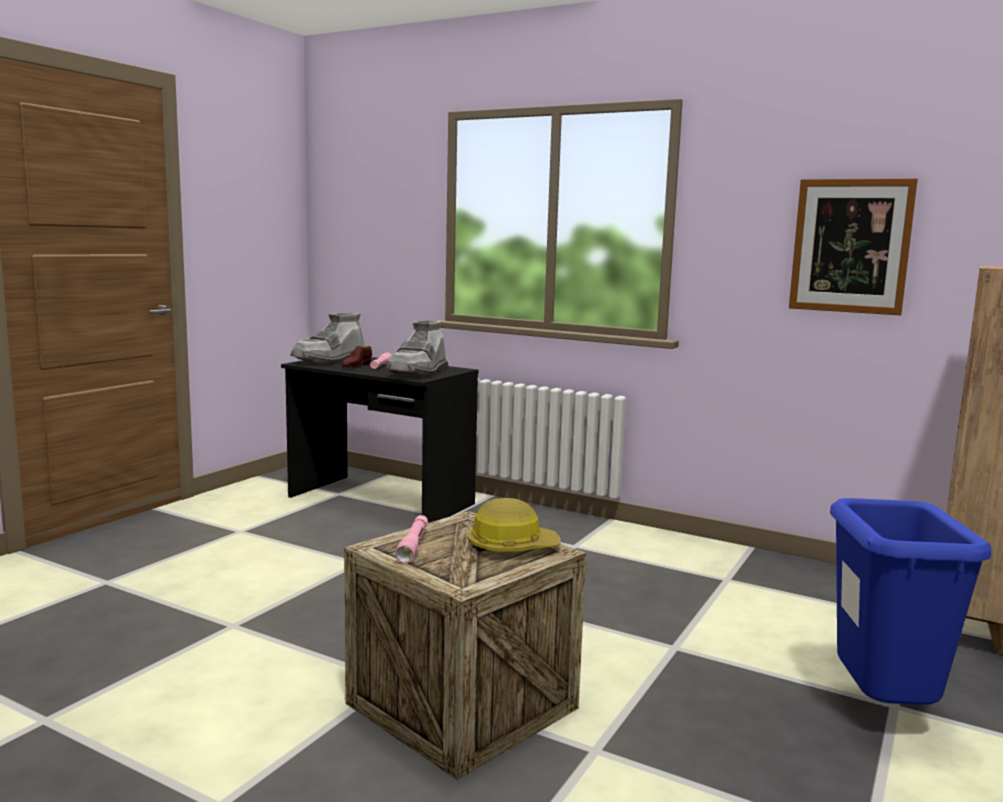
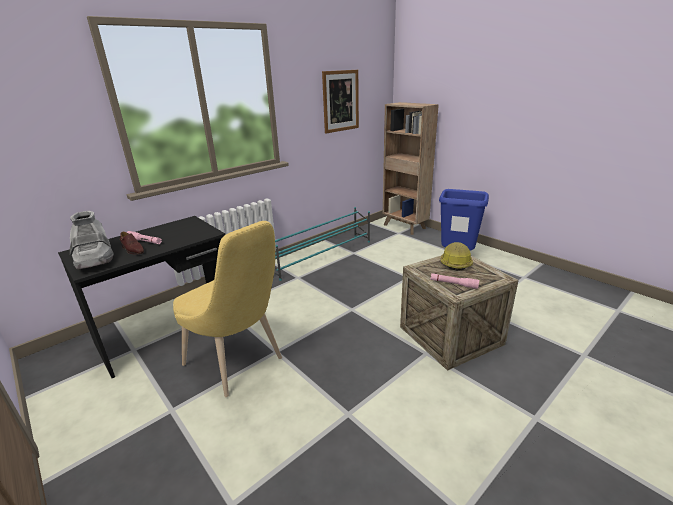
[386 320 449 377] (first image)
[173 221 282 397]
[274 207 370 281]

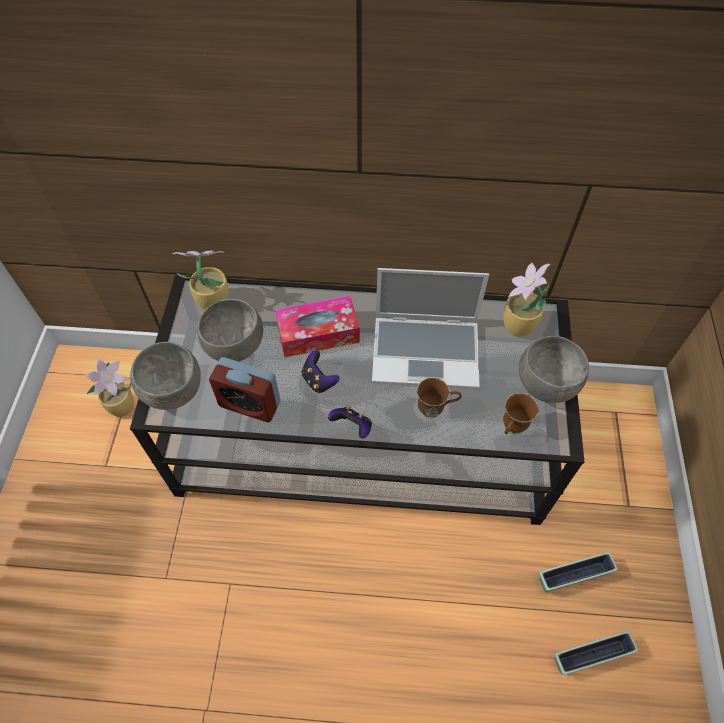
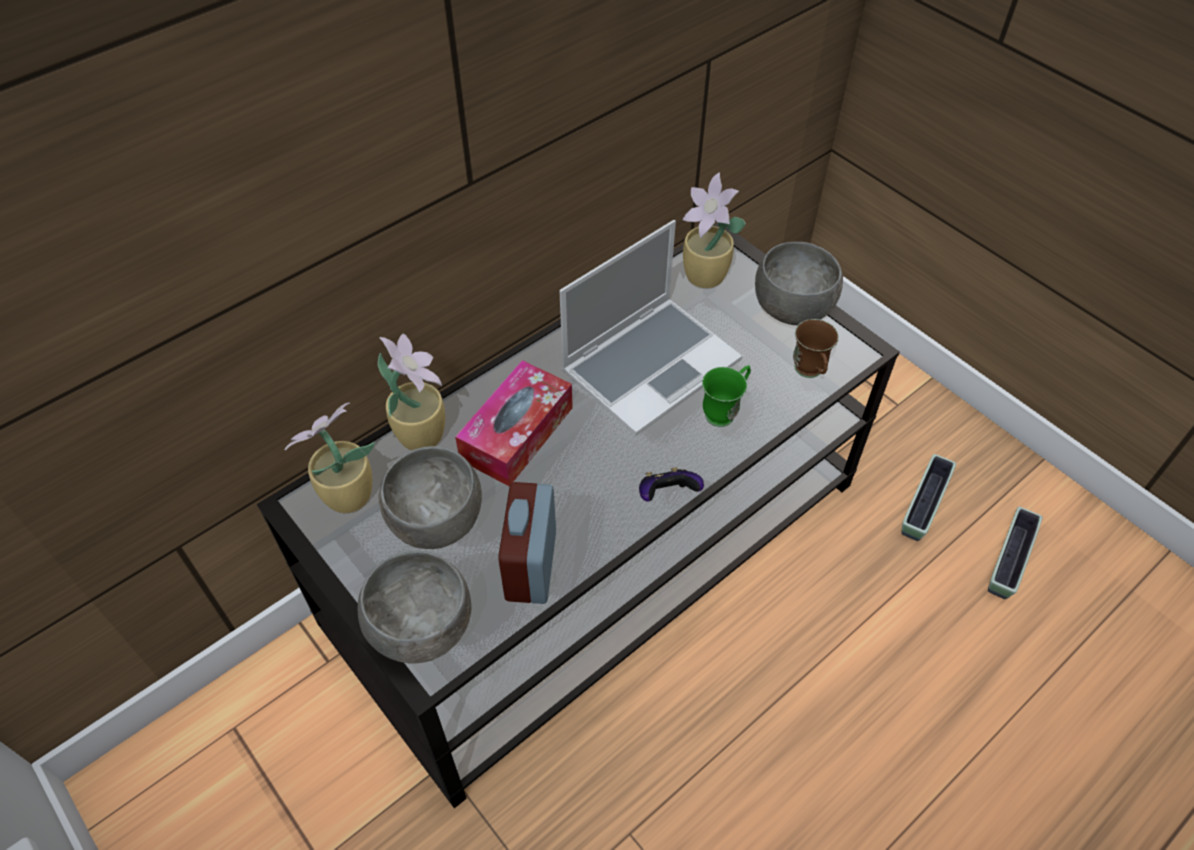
[378 333 445 450]
[498 482 556 604]
[302 351 340 393] (first image)
[702 365 751 427]

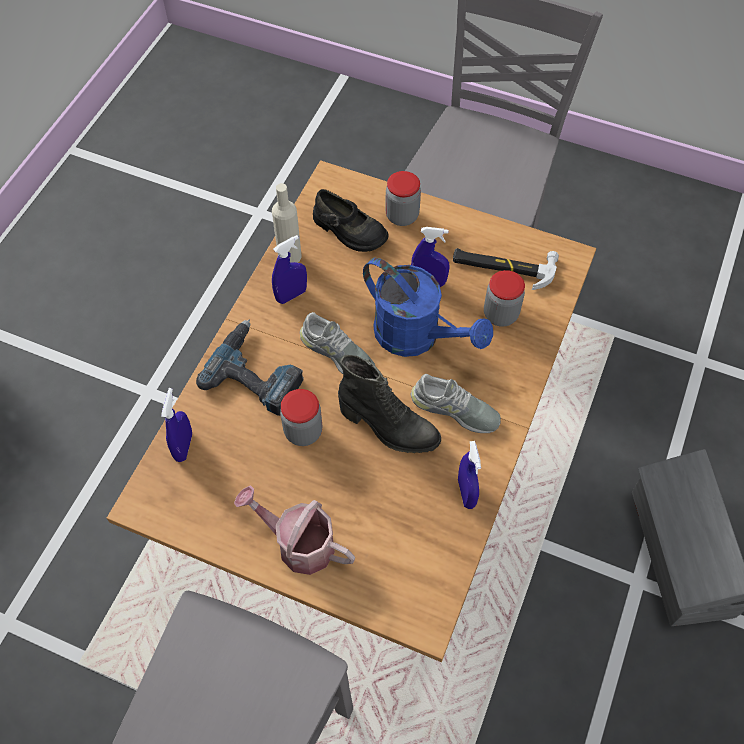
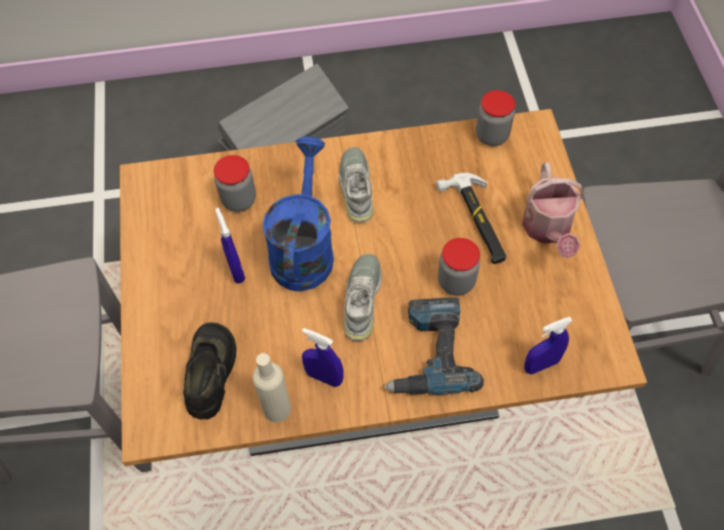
[338 355 441 453] (first image)
[476 90 515 146]
[436 173 507 264]
[458 441 481 509] (first image)

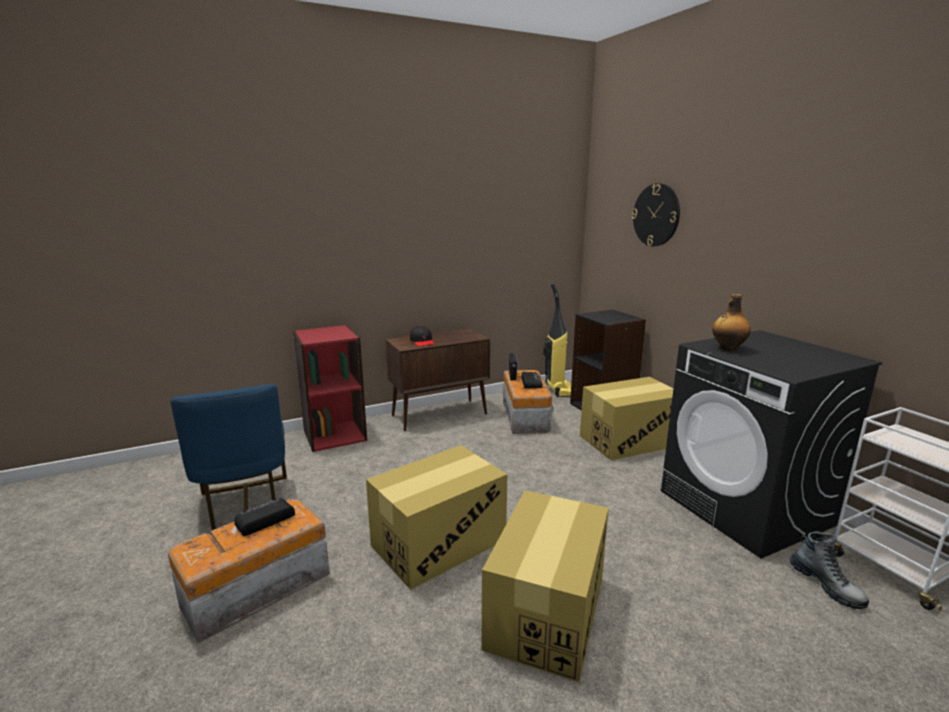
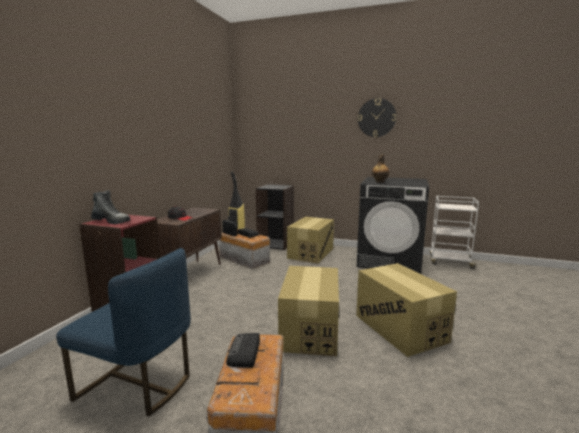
[358 98 396 137]
[91 190 131 224]

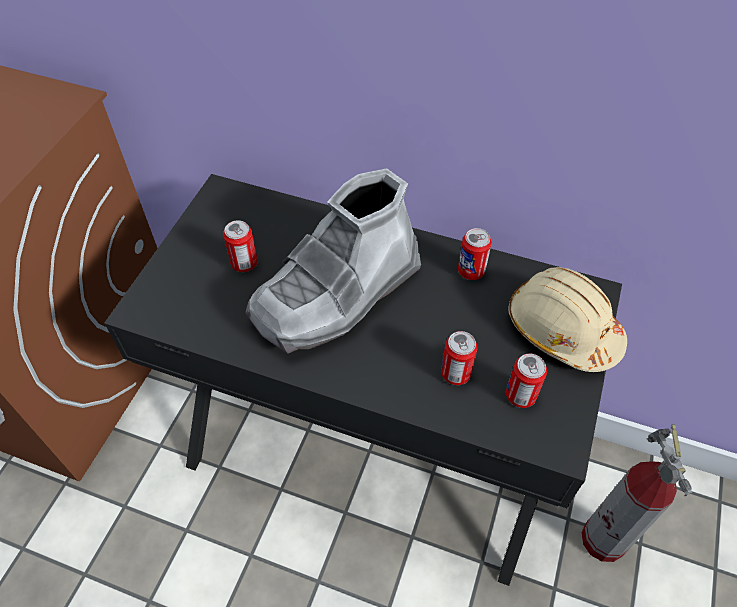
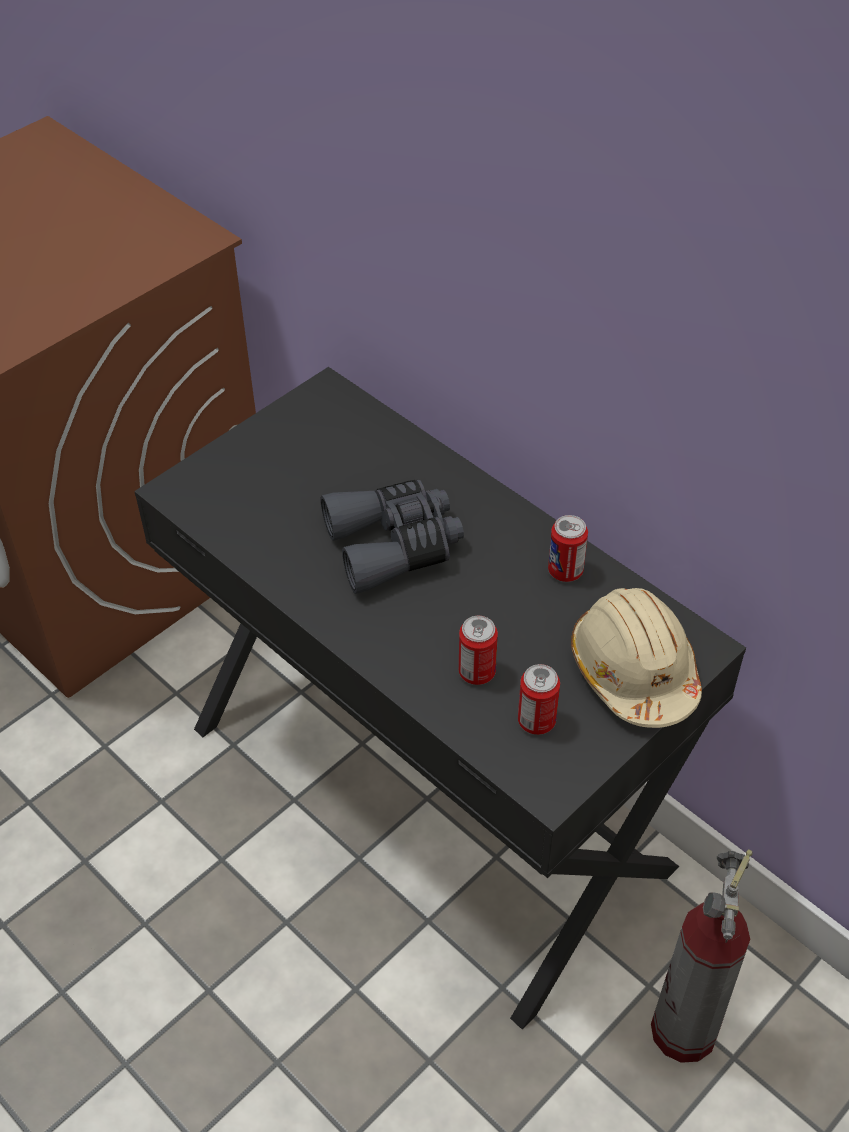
[223 220 258 272] (first image)
[320 479 464 594]

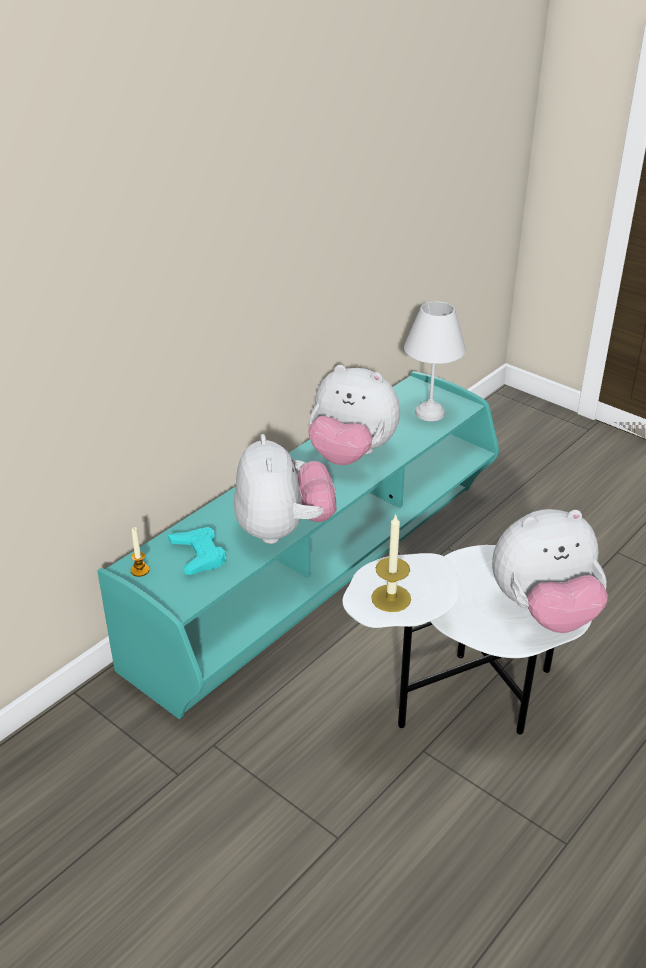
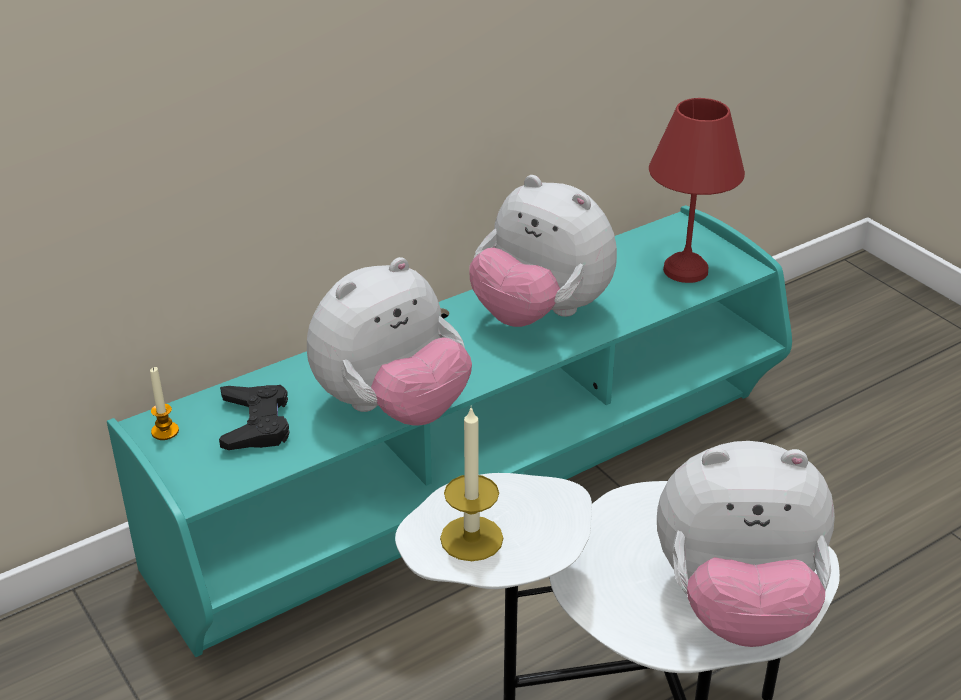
[219 385 290 450]
[307 257 472 426]
[649 98 745 283]

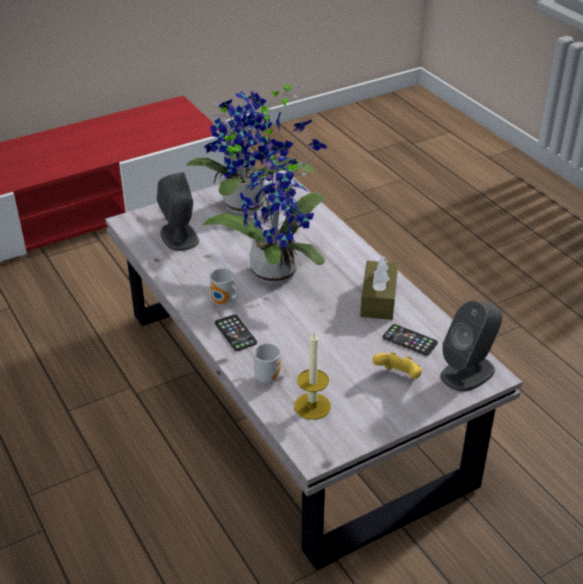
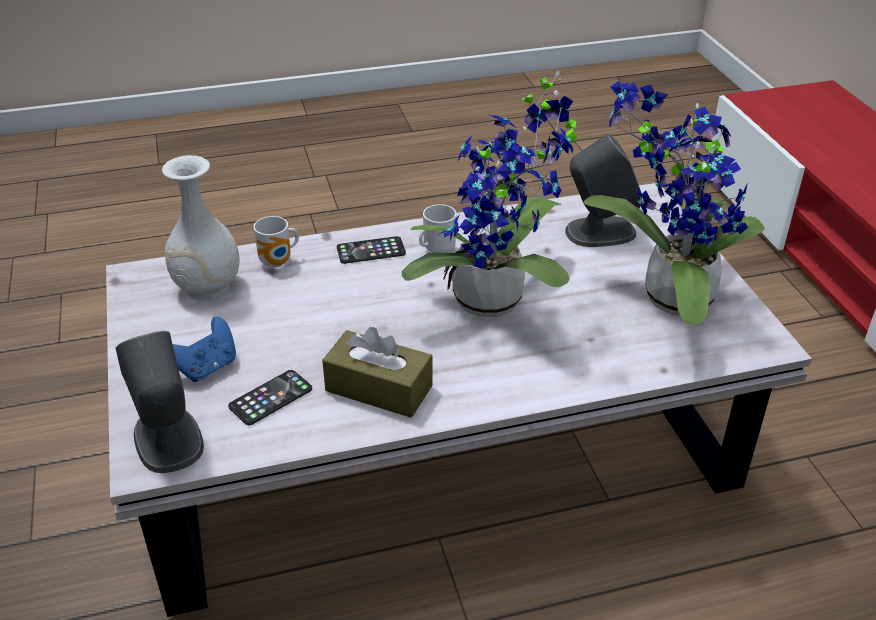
[162 155 240 301]
[172 317 236 382]

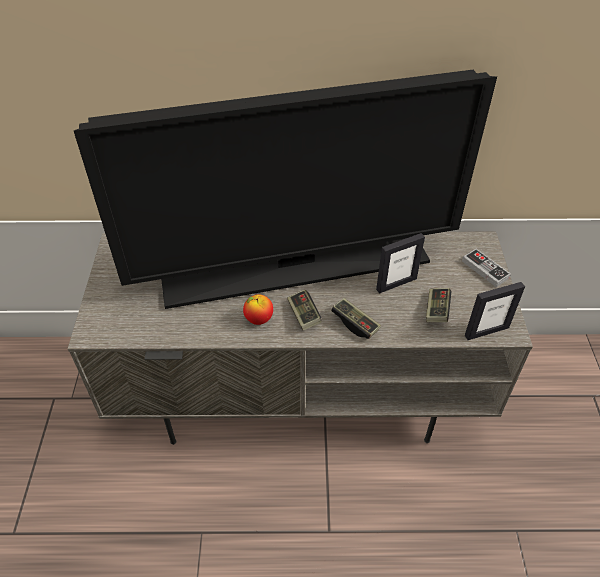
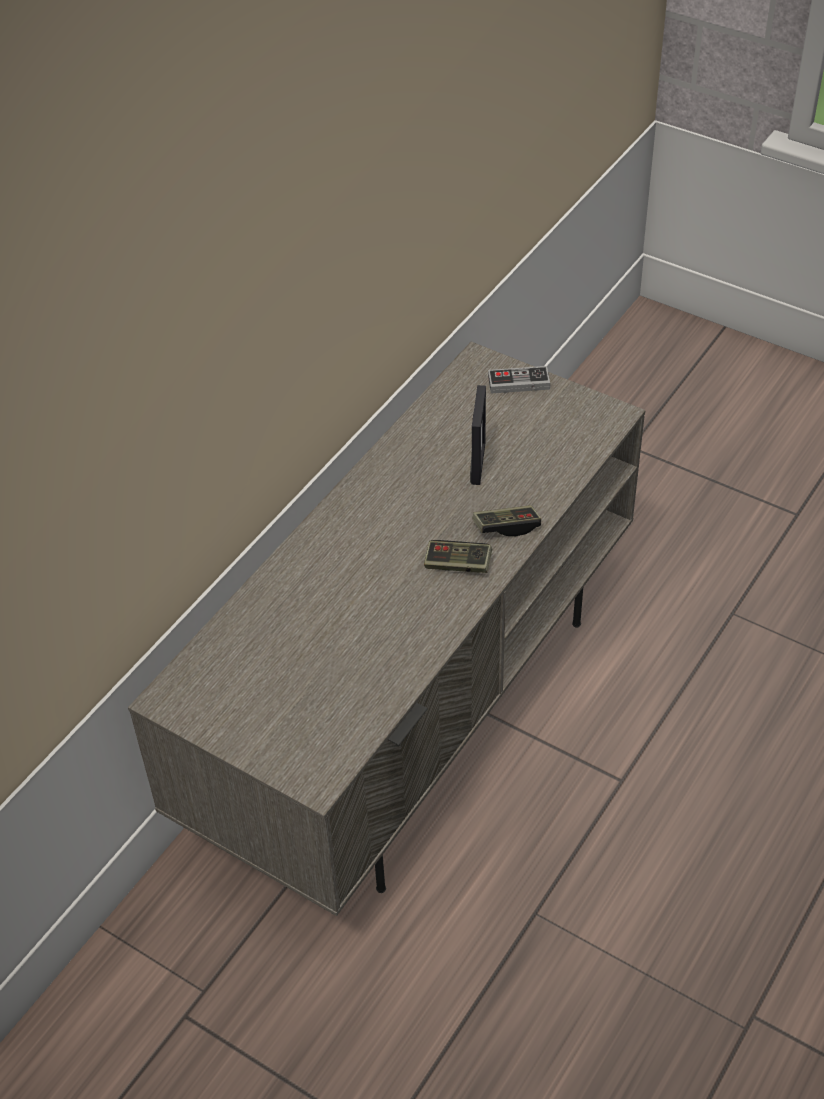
[74 70 497 309] (first image)
[243 294 273 325] (first image)
[426 288 452 322] (first image)
[465 282 525 340] (first image)

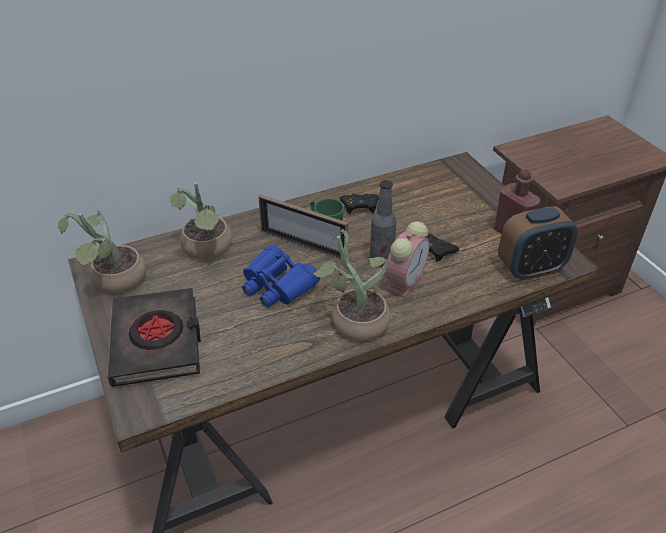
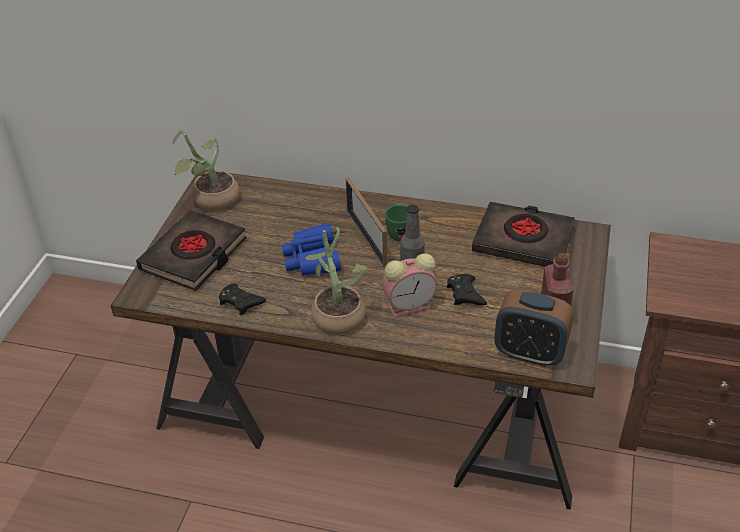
[169 182 232 260] (first image)
[219 284 266 315]
[472 202 575 267]

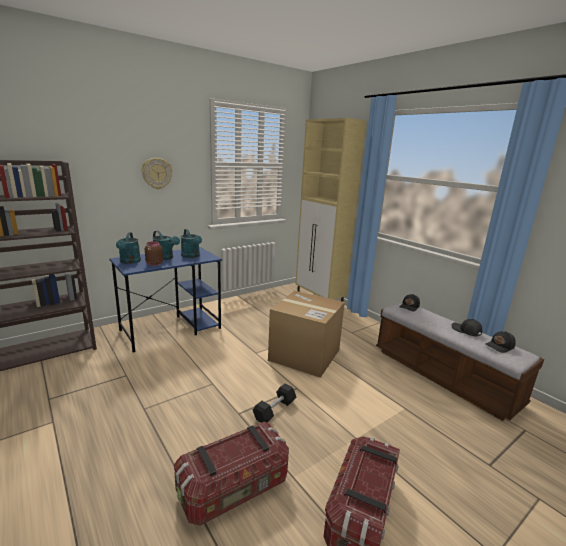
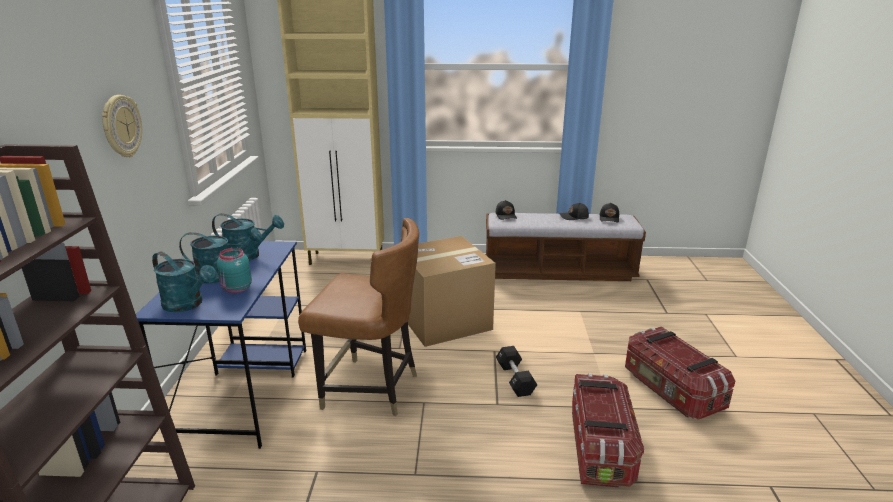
[217 248 252 293]
[298 218 419 416]

